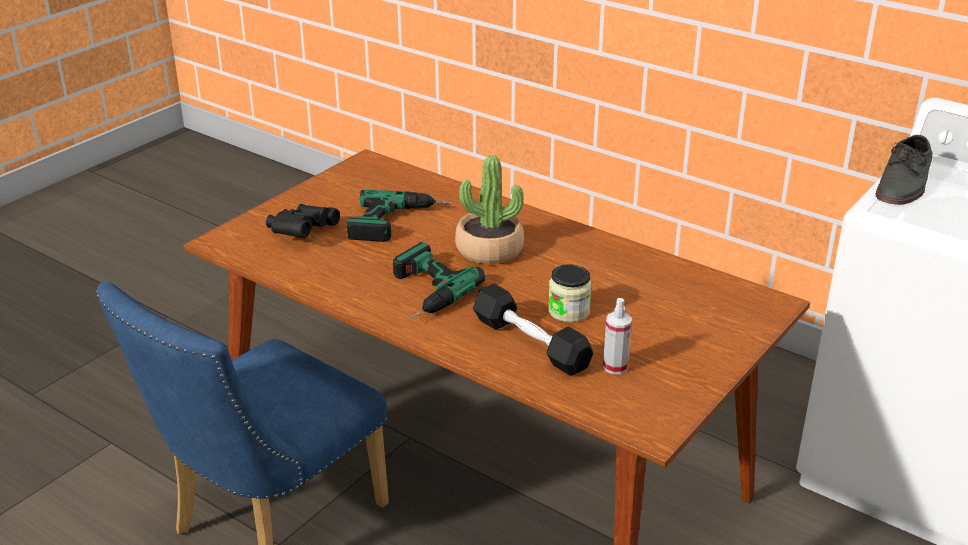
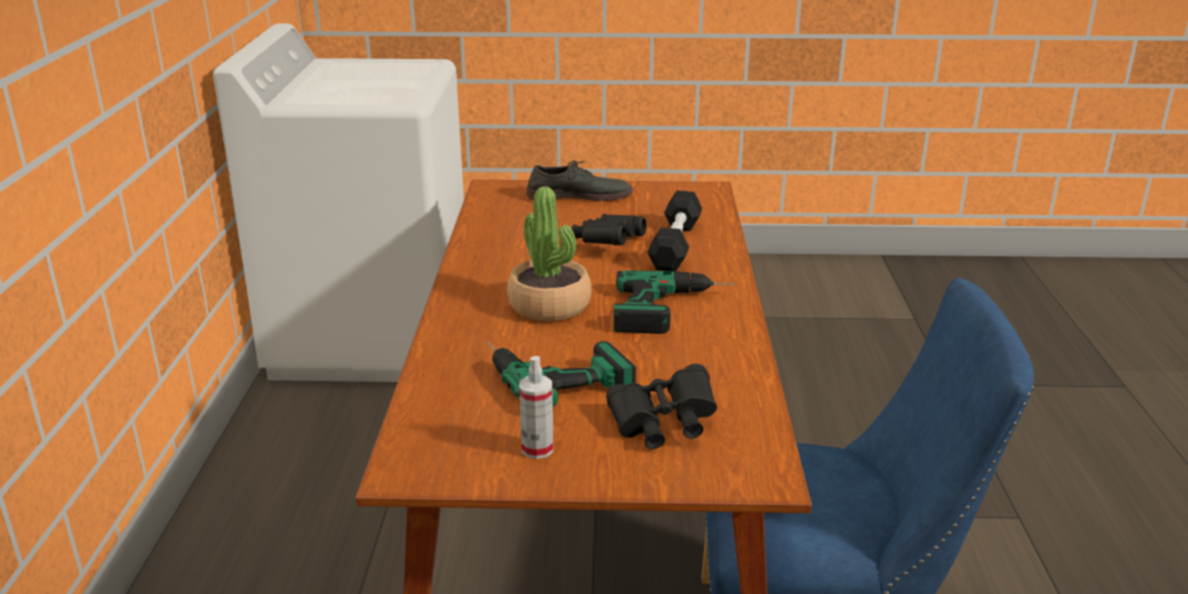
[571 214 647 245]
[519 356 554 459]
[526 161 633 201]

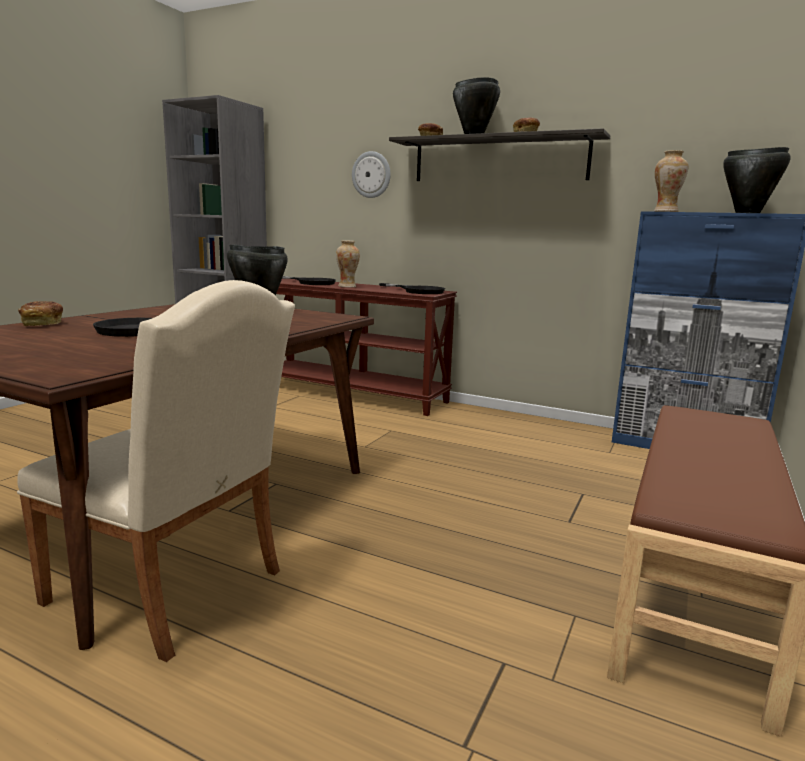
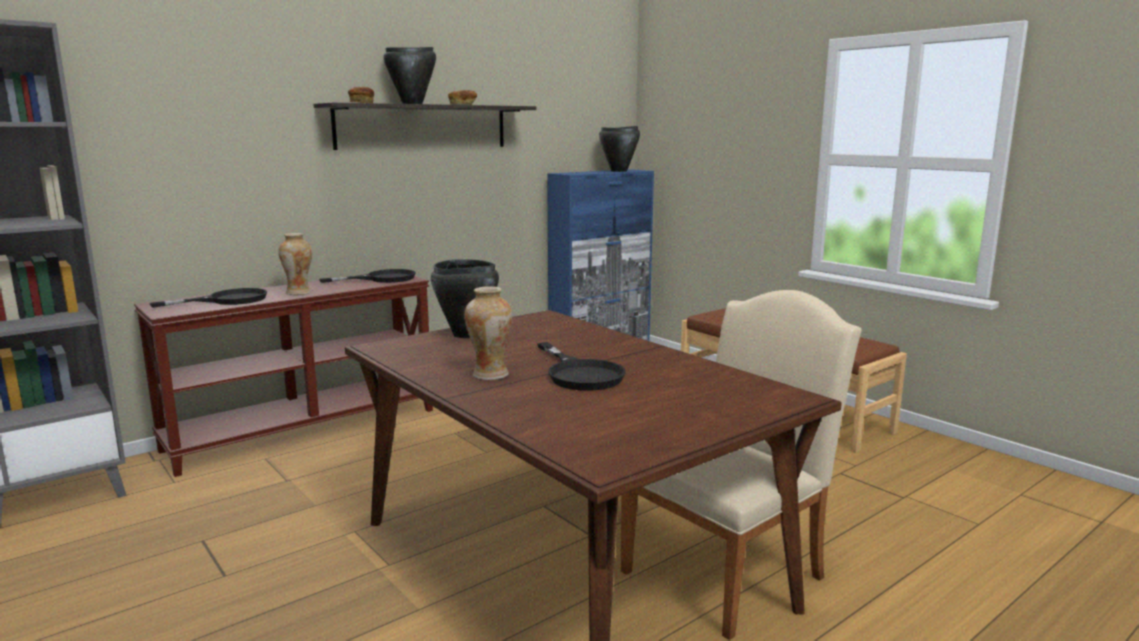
[18 301 63 326] (first image)
[352 151 391 198] (first image)
[464 286 512 380]

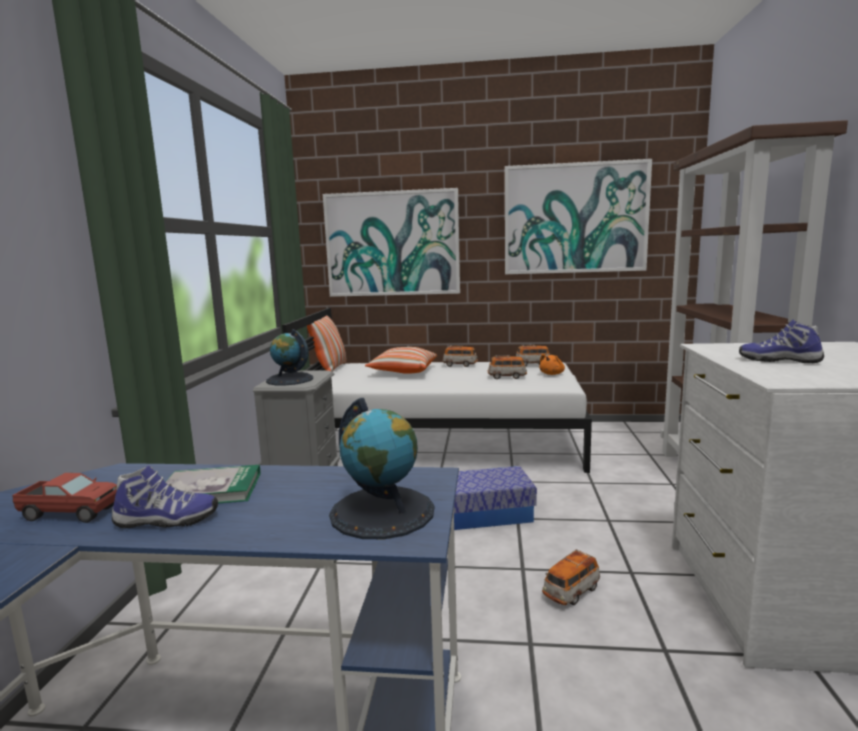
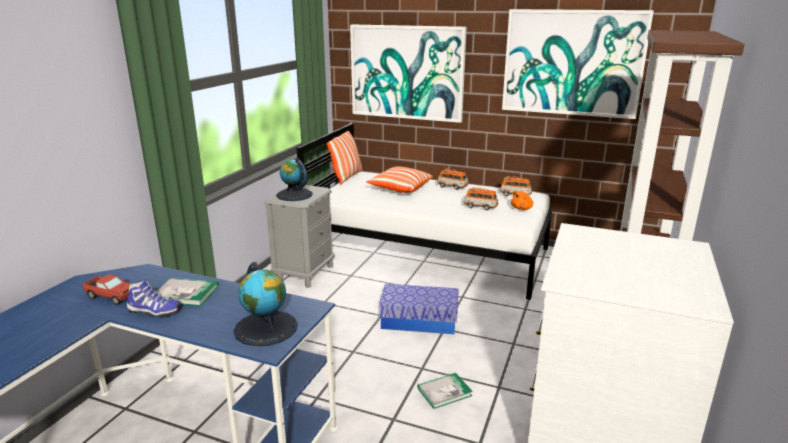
[418 373 473 409]
[739 320 824 363] (first image)

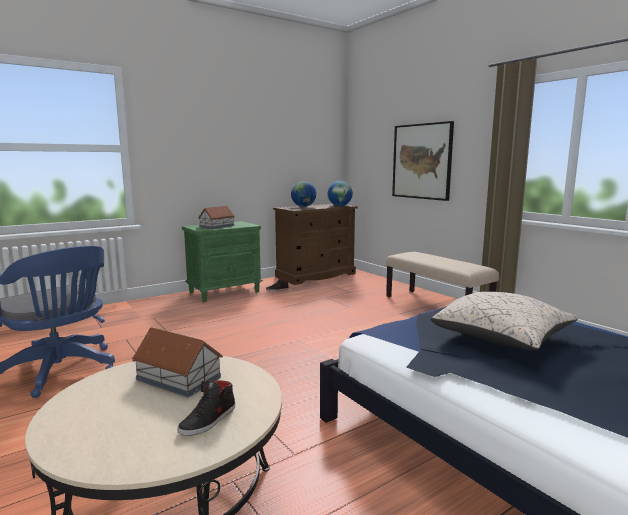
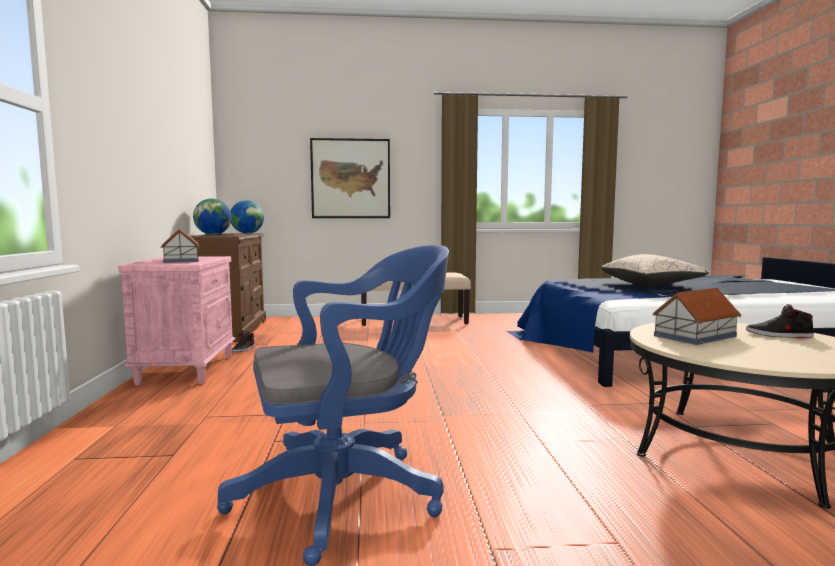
[746 304 814 338]
[118 256 236 386]

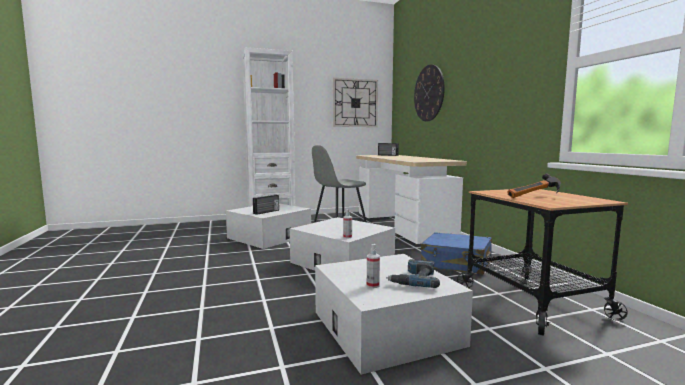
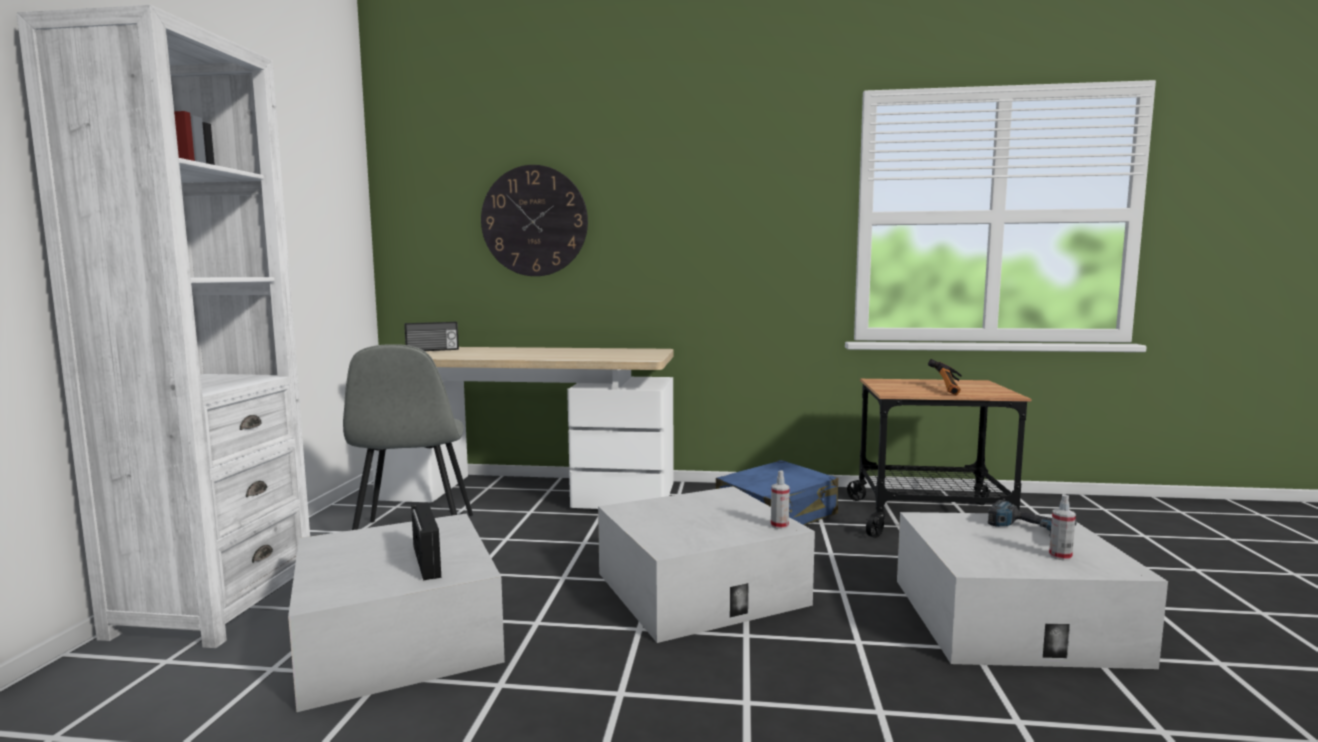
[333 78 378 127] (first image)

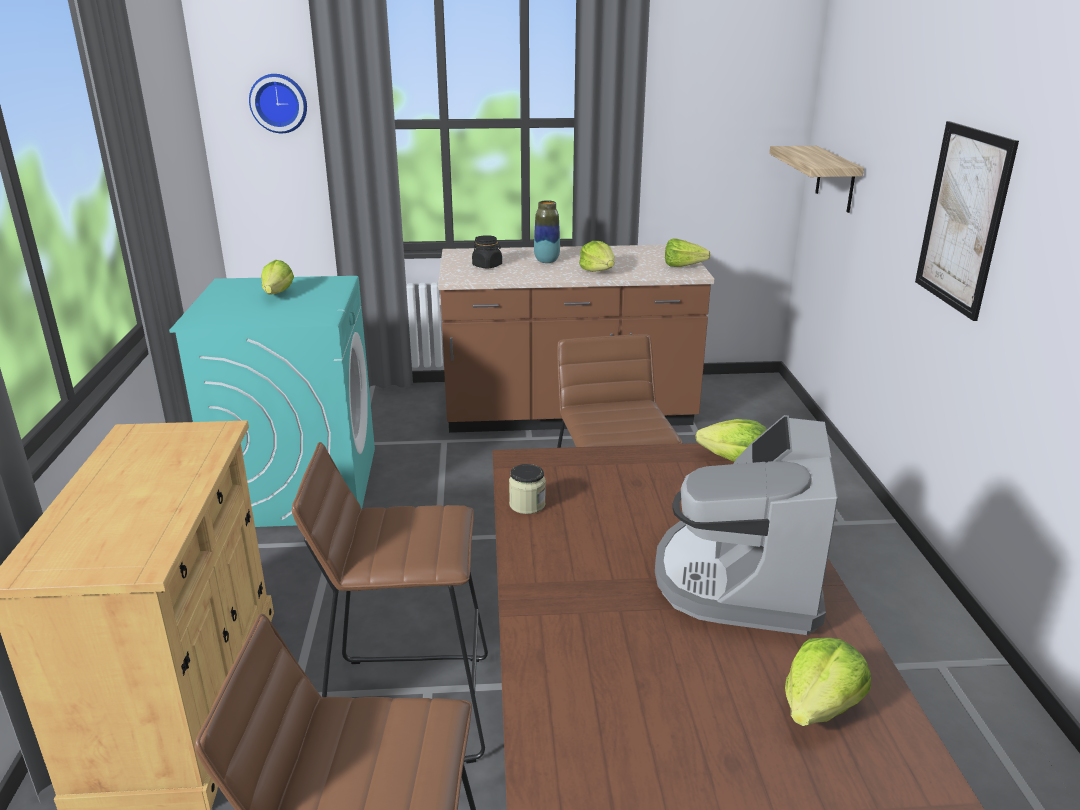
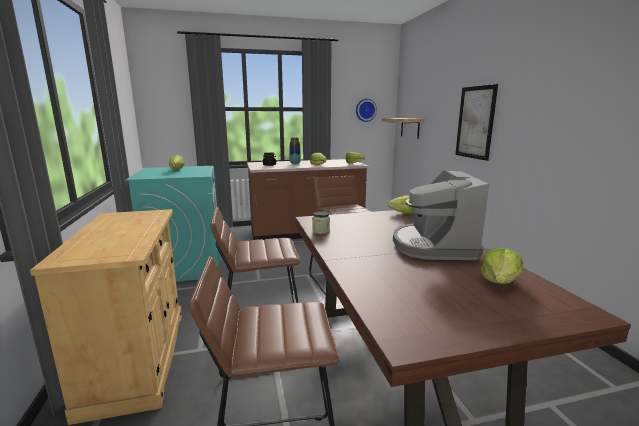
[356 99 377 122]

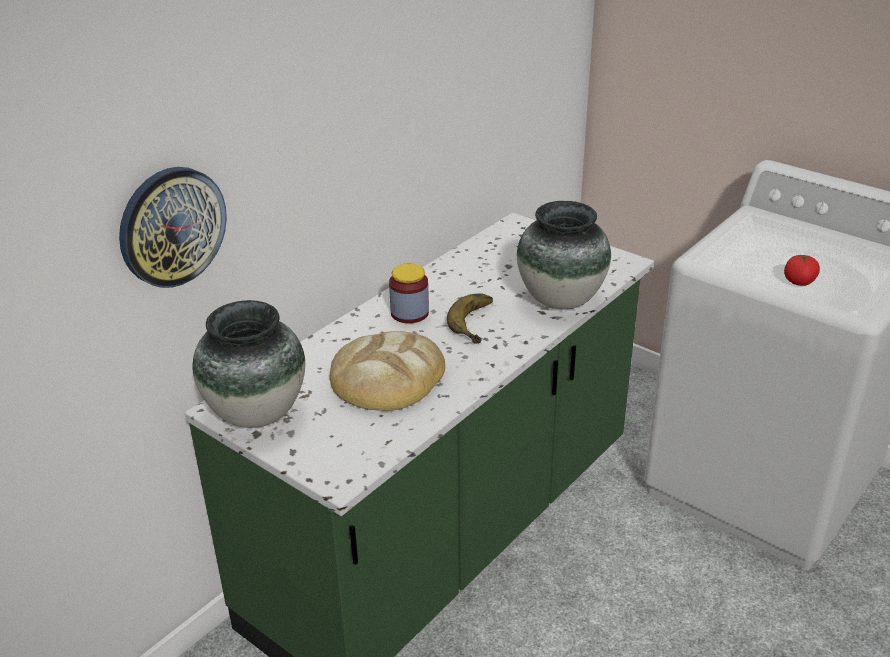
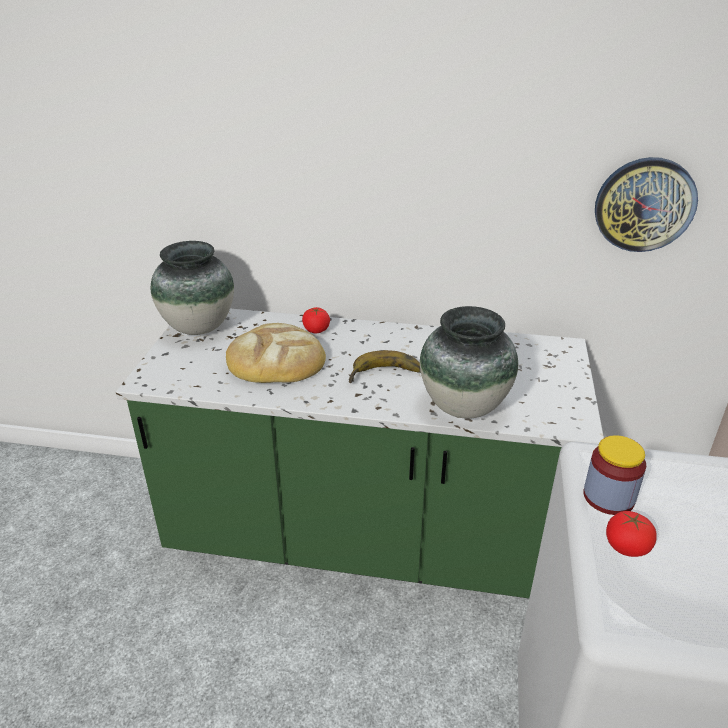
[595 157 698 252]
[583 435 646 515]
[302 307 330 333]

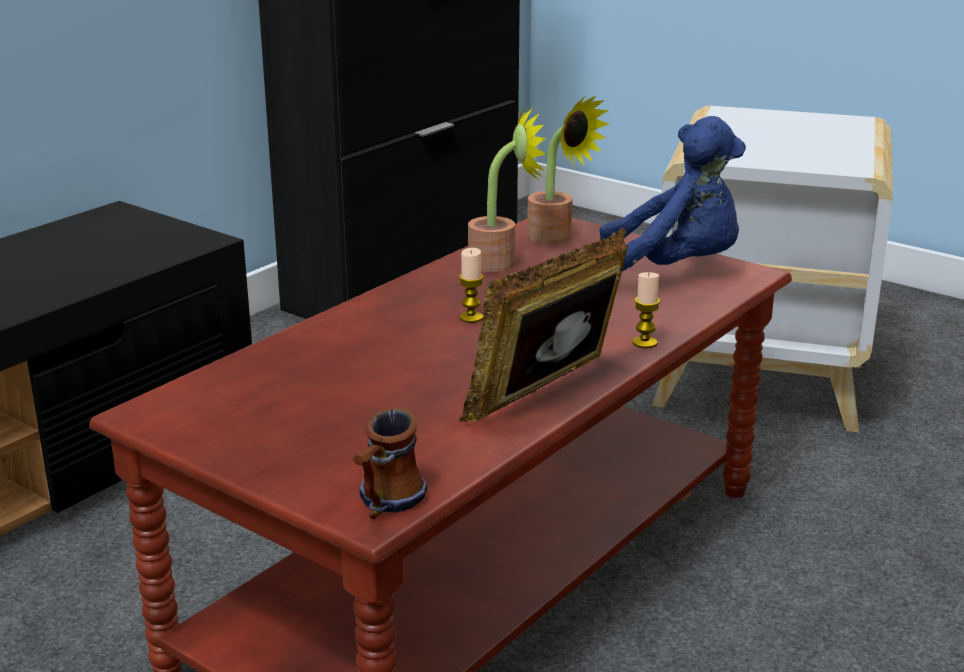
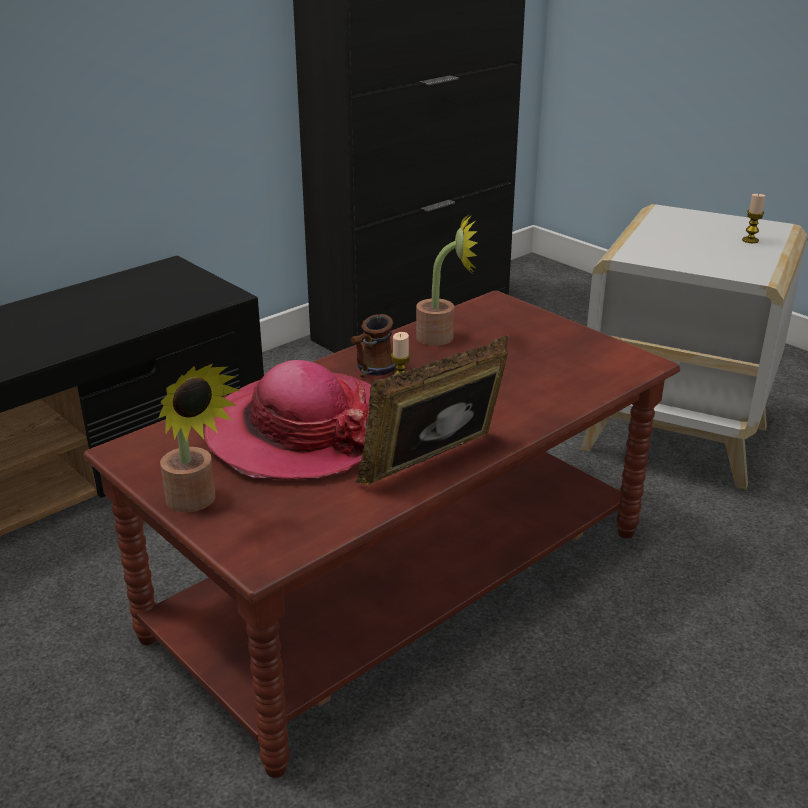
[350 314 396 378]
[158 364 240 512]
[600 116 746 271] (first image)
[742 194 766 243]
[204 360 371 480]

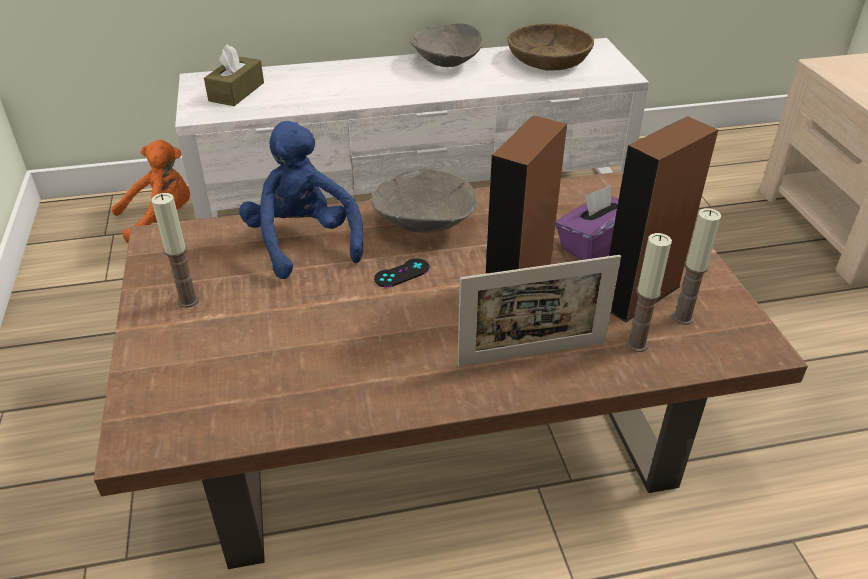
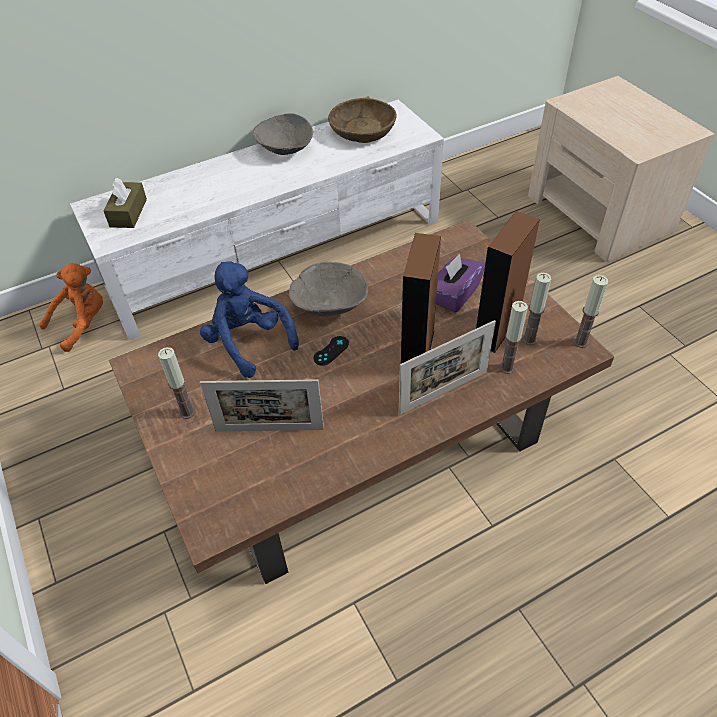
[200 379 324 431]
[573 275 608 348]

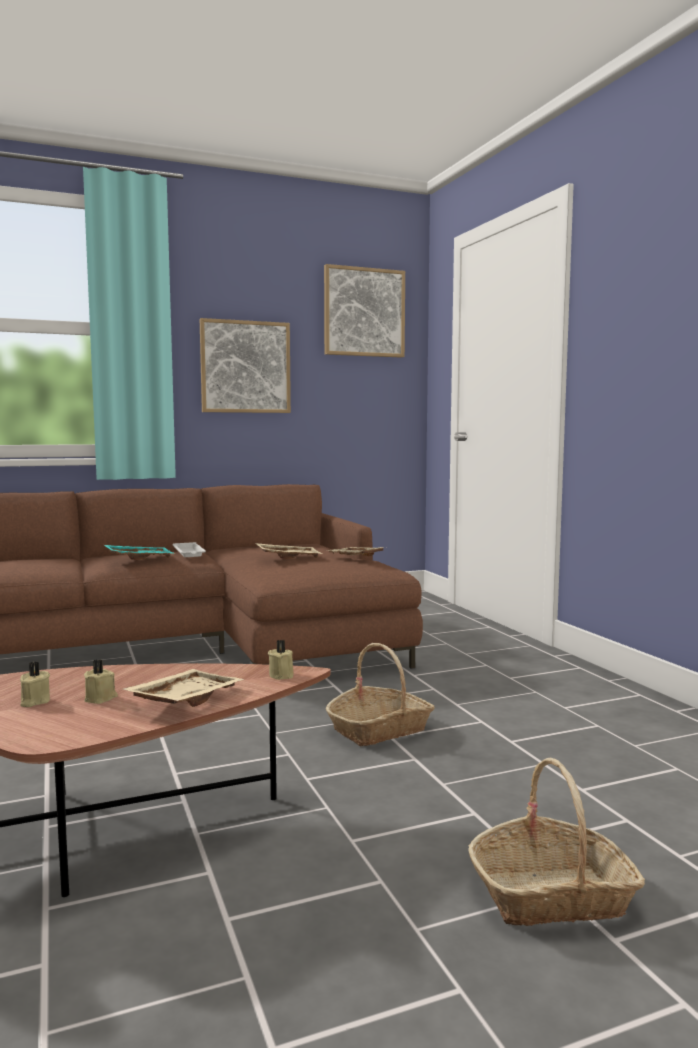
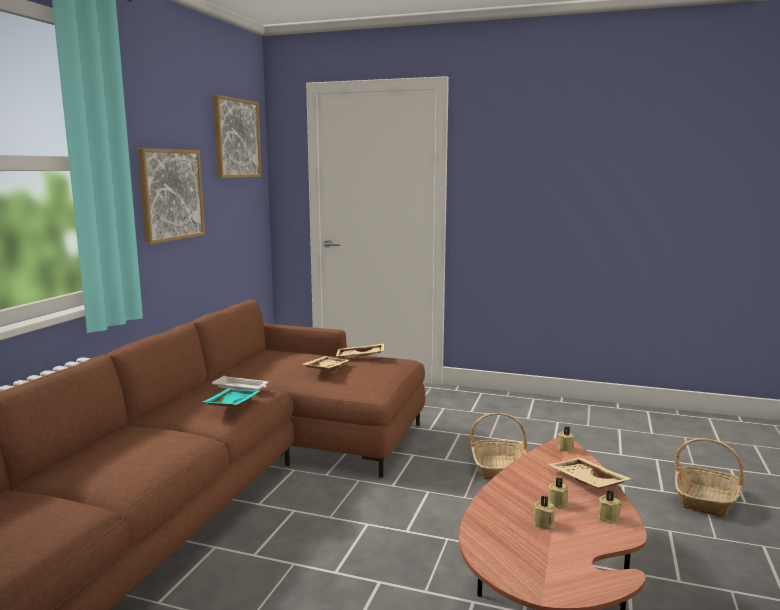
[598 490 622 524]

